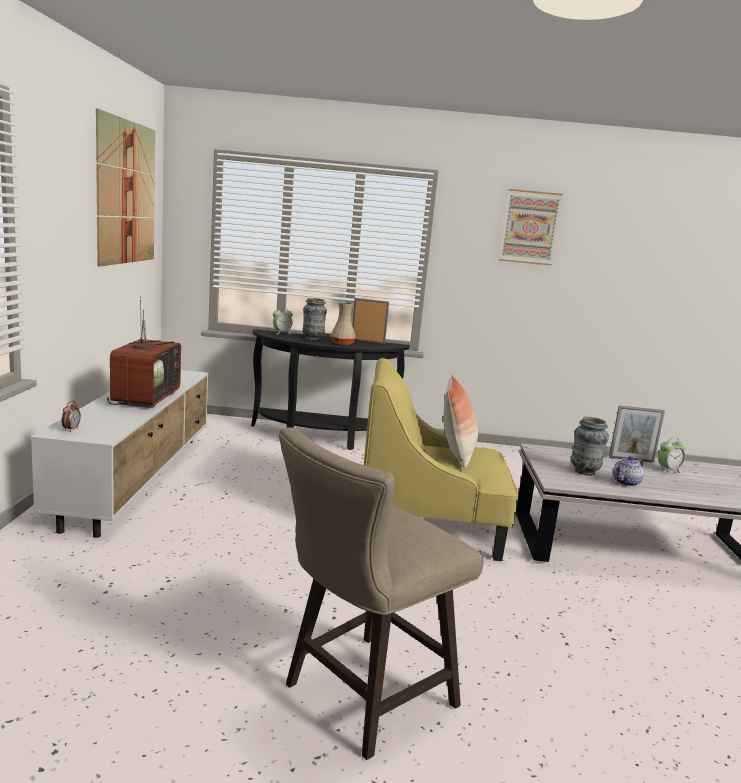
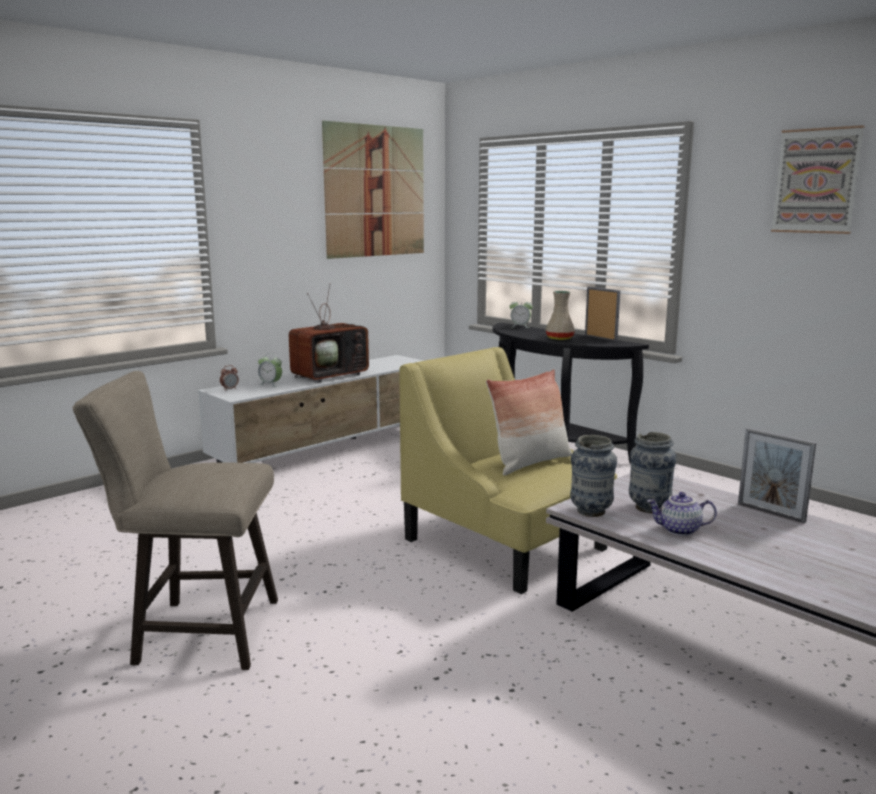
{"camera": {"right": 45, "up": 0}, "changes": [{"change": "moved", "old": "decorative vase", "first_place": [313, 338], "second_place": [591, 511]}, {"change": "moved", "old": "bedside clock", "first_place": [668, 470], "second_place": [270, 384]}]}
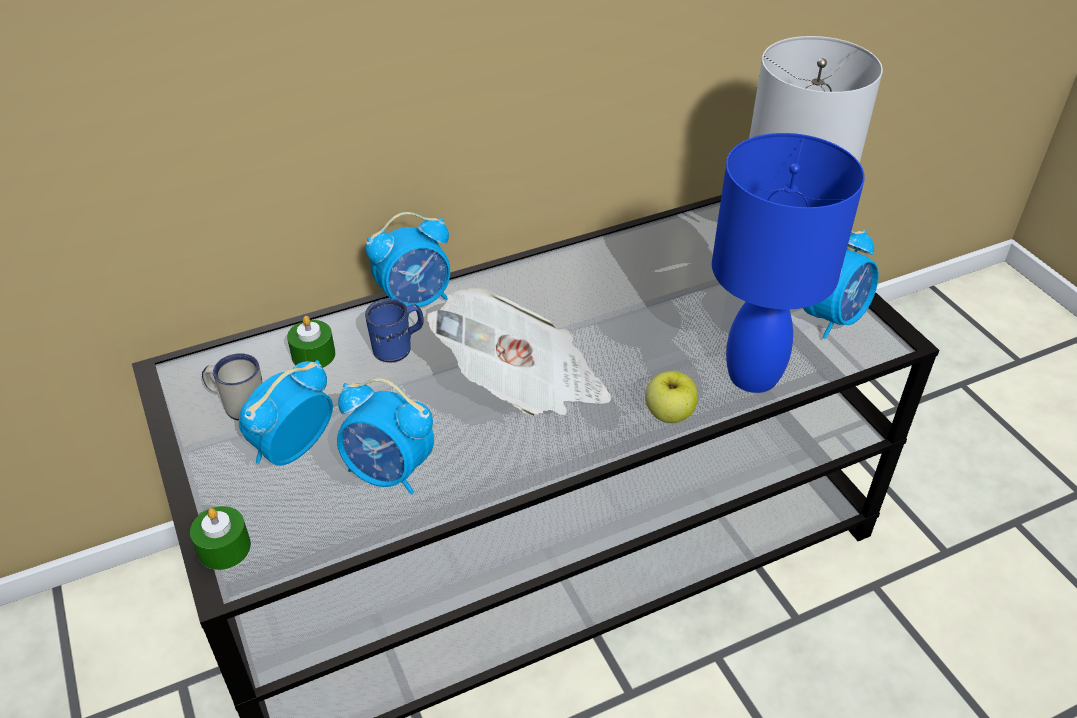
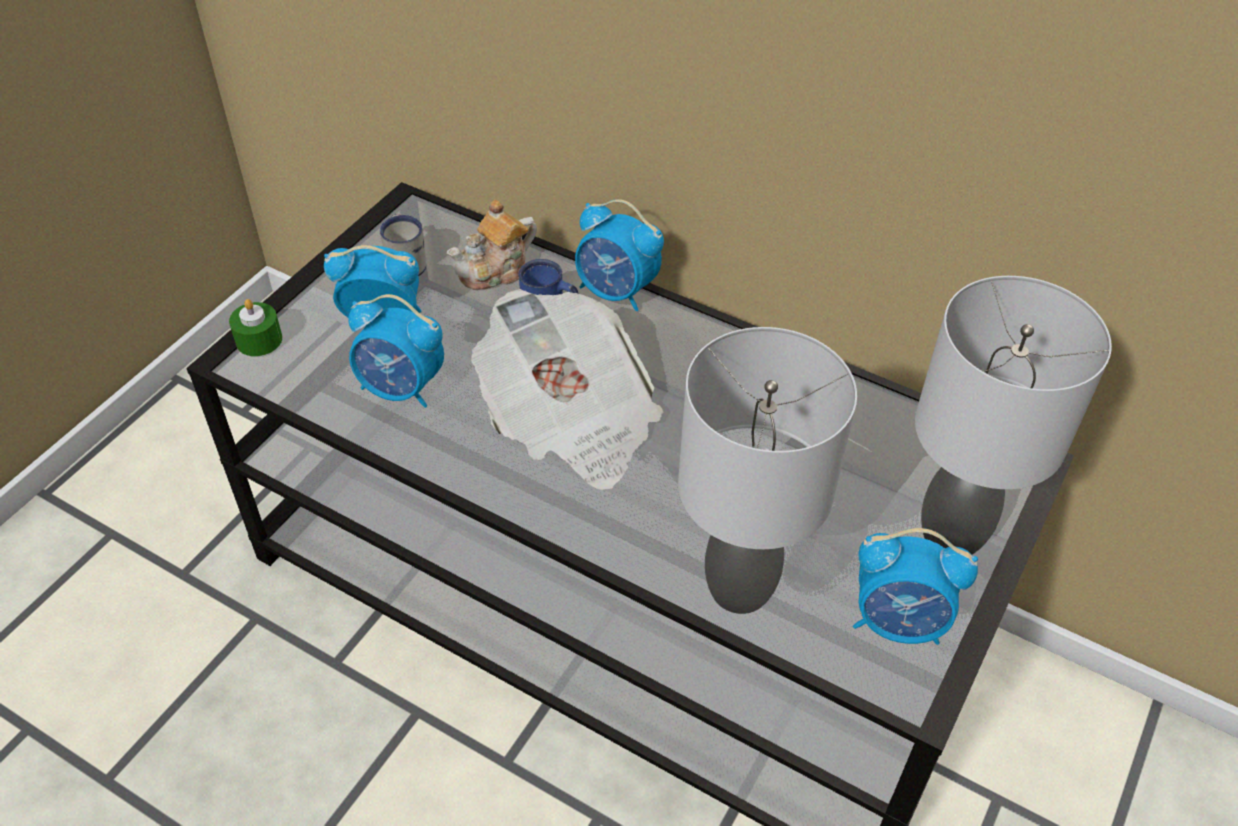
{"camera": {"right": 55, "up": 5}, "changes": [{"change": "removed", "old": "apple fruit", "first_place": [669, 413]}, {"change": "replaced", "old": "candle/green", "new": "pot for tea", "first_place": [313, 355], "second_place": [495, 270]}, {"change": "recoloured", "old": "lamp for a table/blue-coloured", "new": "lamp for a table/grey", "first_place": [754, 374], "second_place": [742, 588]}, {"change": "turned", "old": "bedside clock", "first_place": [389, 473], "second_place": [401, 389], "degrees": -60}]}
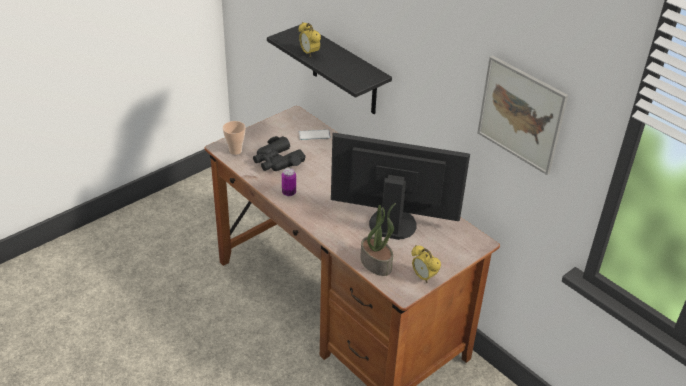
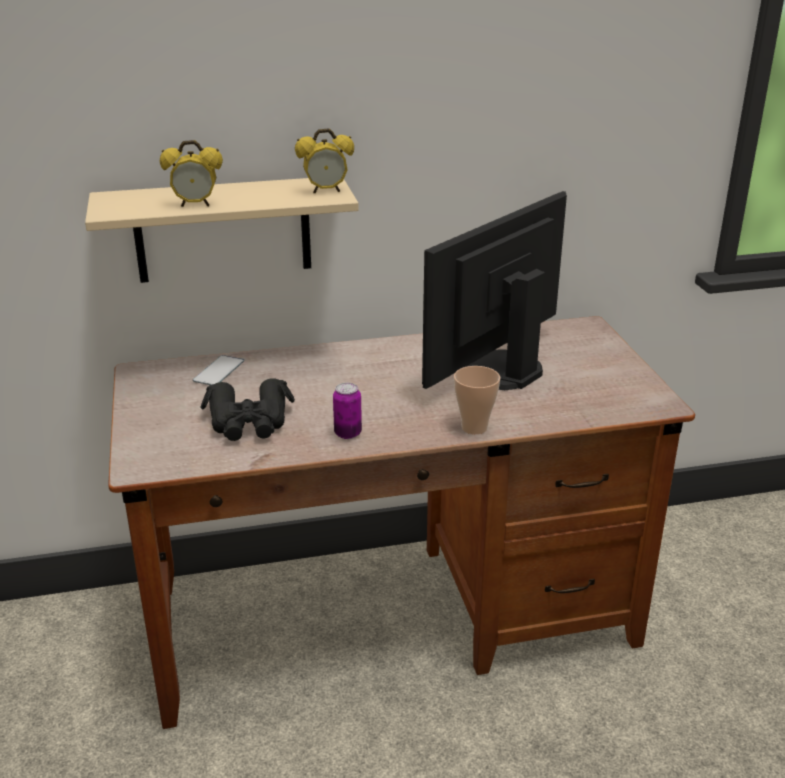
{"camera": {"right": -60, "up": -10}, "changes": [{"change": "removed", "old": "houseplant", "first_place": [376, 263]}, {"change": "removed", "old": "wall art", "first_place": [521, 114]}, {"change": "moved", "old": "drinking cup", "first_place": [235, 151], "second_place": [474, 427]}, {"change": "moved", "old": "bedside clock", "first_place": [423, 277], "second_place": [326, 191]}, {"change": "recoloured", "old": "shelf/black", "new": "shelf/sand-coloured", "first_place": [344, 71], "second_place": [223, 230]}]}
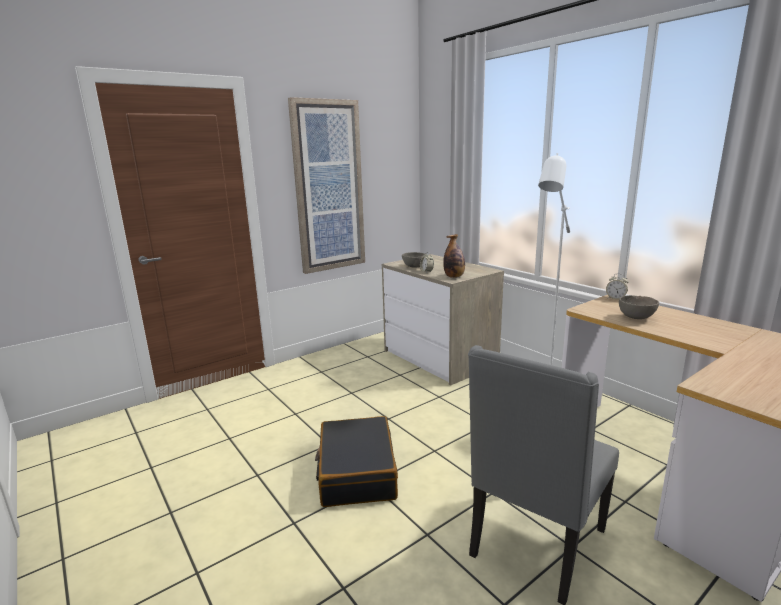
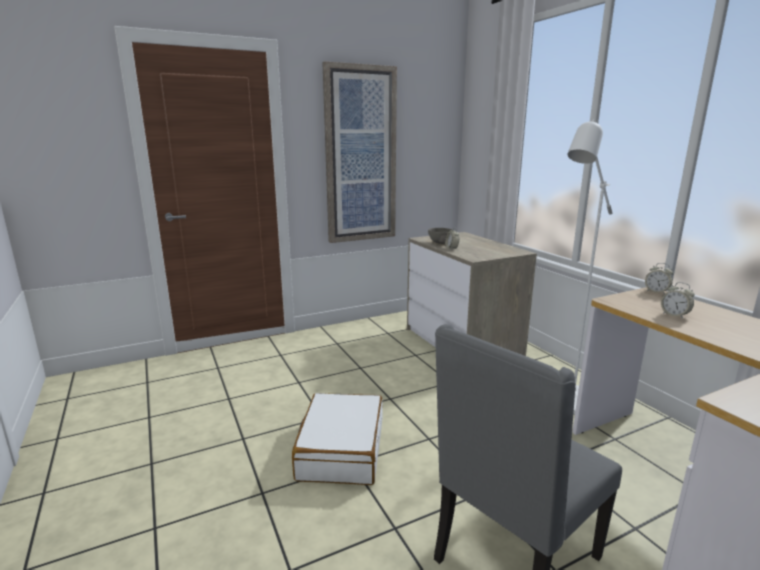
{"camera": {"right": 10, "up": 0}, "changes": [{"change": "removed", "old": "bottle", "first_place": [454, 277]}, {"change": "replaced", "old": "deep dish/grey", "new": "bedside clock", "first_place": [637, 318], "second_place": [674, 315]}, {"change": "recoloured", "old": "travel case/black", "new": "travel case/white-coloured", "first_place": [356, 472], "second_place": [341, 450]}]}
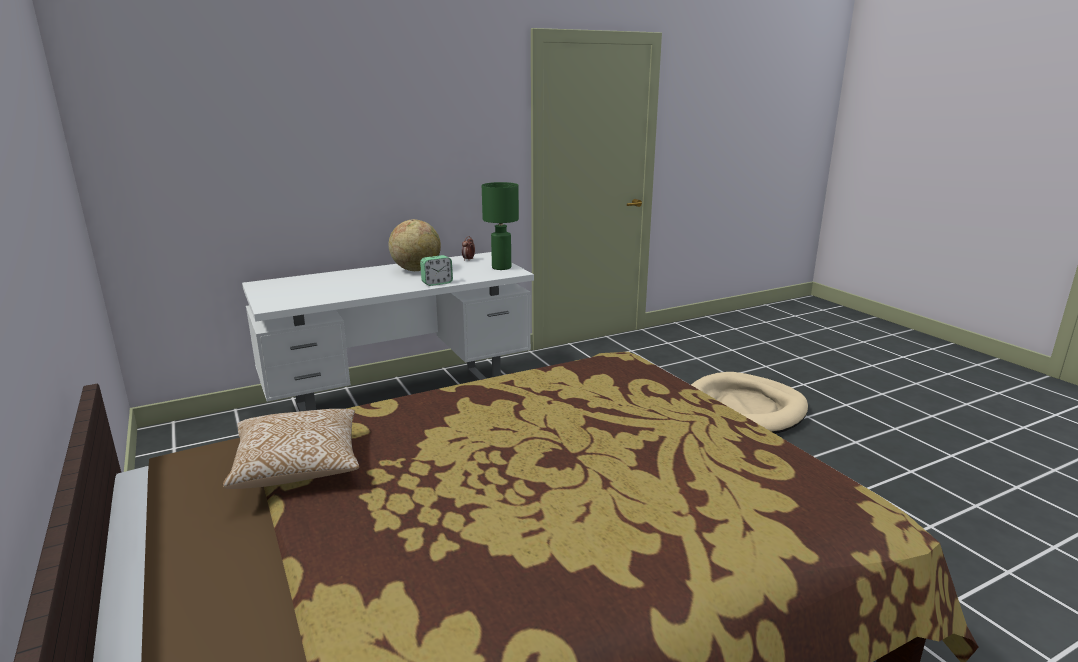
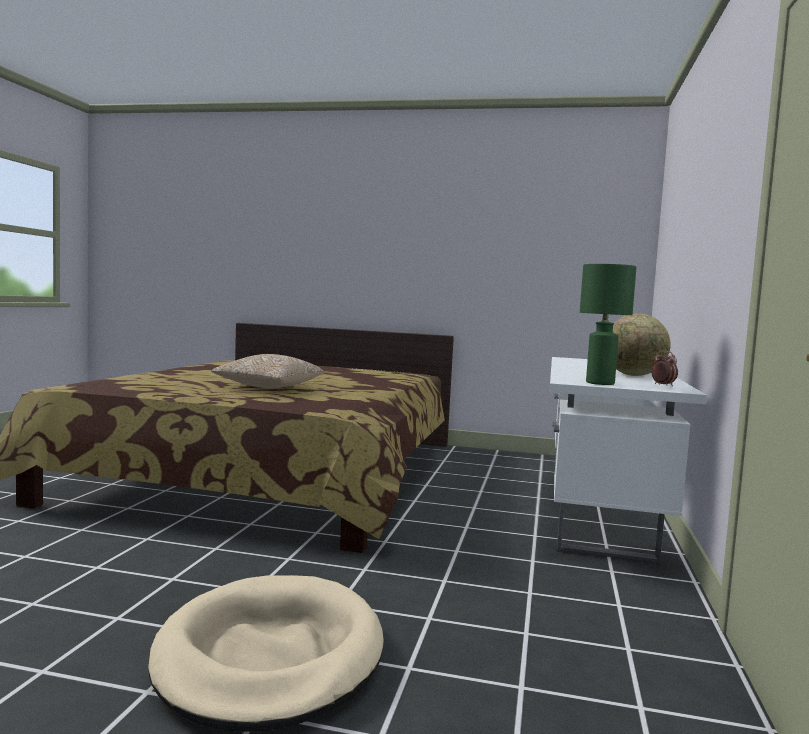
{"camera": {"right": 130, "up": -15}, "changes": [{"change": "removed", "old": "bedside clock", "first_place": [437, 283]}, {"change": "moved", "old": "cushion", "first_place": [298, 466], "second_place": [268, 387]}]}
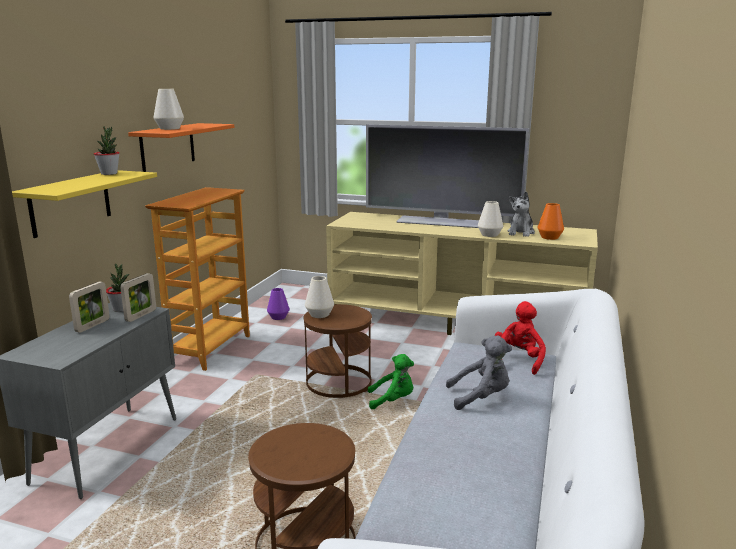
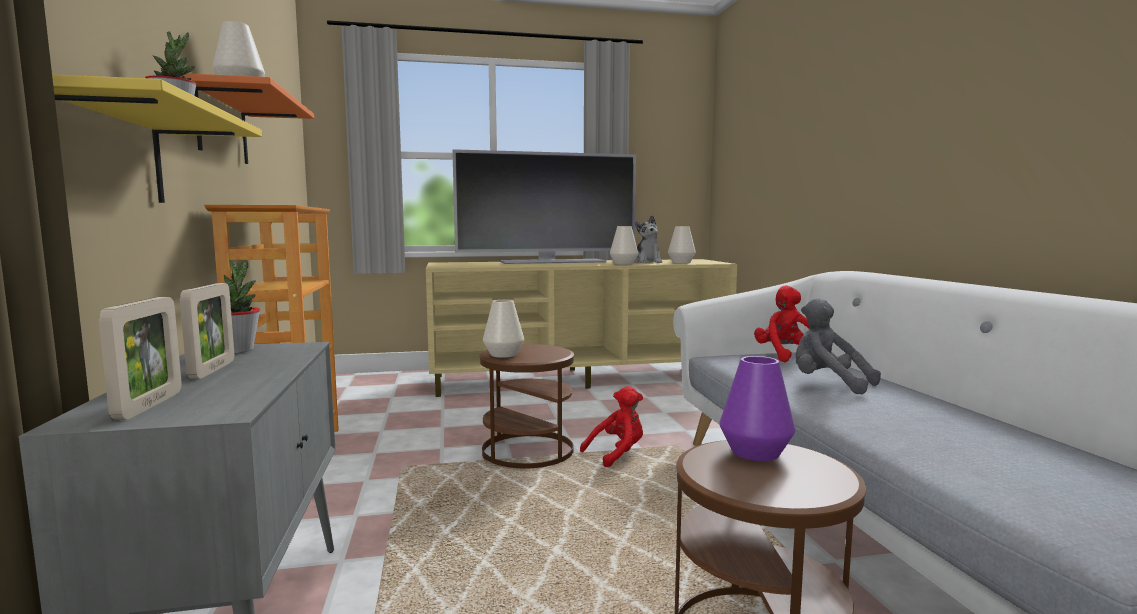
{"camera": {"right": -30, "up": -10}, "changes": [{"change": "moved", "old": "picture frame", "first_place": [141, 315], "second_place": [149, 405]}, {"change": "moved", "old": "decorative vase/purple-coloured", "first_place": [278, 317], "second_place": [755, 452]}, {"change": "recoloured", "old": "plush toy/green", "new": "plush toy/red-coloured", "first_place": [393, 400], "second_place": [617, 454]}, {"change": "recoloured", "old": "decorative vase/orange-coloured", "new": "decorative vase/white-coloured", "first_place": [549, 237], "second_place": [681, 262]}, {"change": "turned", "old": "plush toy/grey", "first_place": [481, 397], "second_place": [827, 384], "degrees": -105}]}
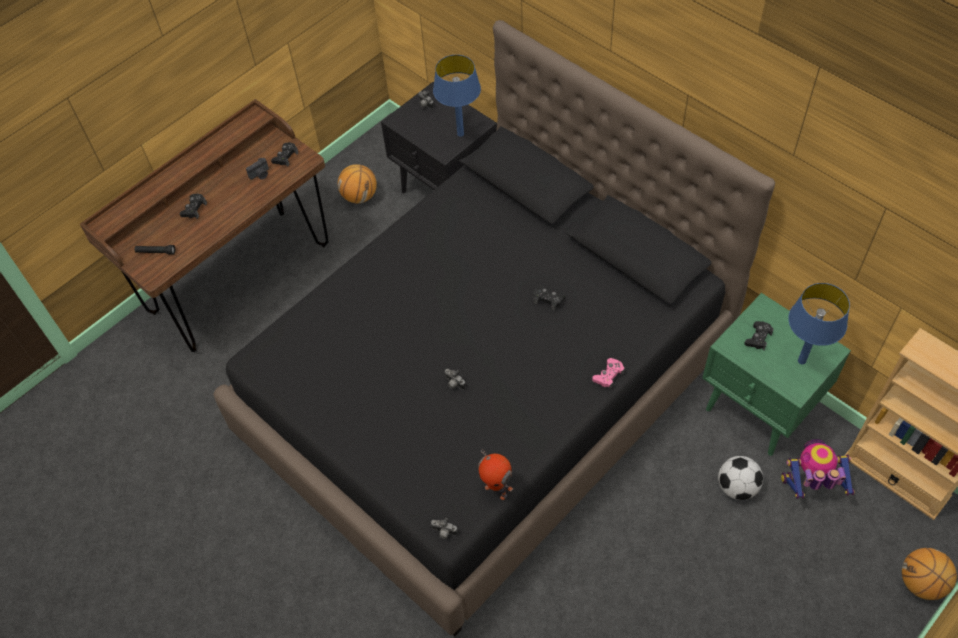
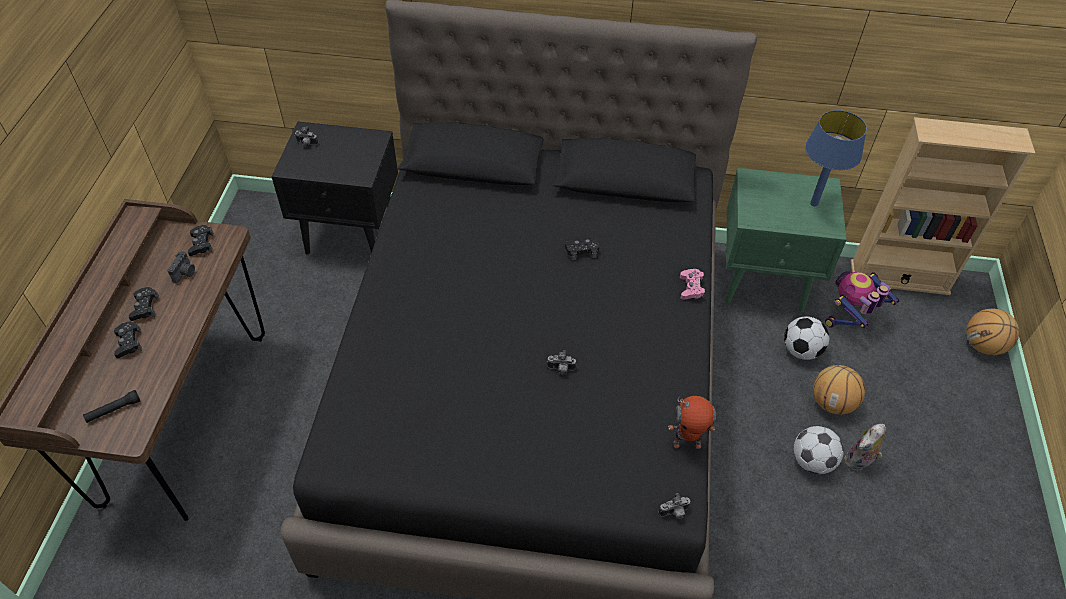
{"camera": {"right": -40, "up": -5}, "changes": [{"change": "removed", "old": "lamp for a table/blue-coloured", "first_place": [460, 134]}, {"change": "added", "new": "football ball", "second_place": [812, 461]}, {"change": "added", "new": "plush toy", "second_place": [859, 462]}, {"change": "moved", "old": "ball for basketball", "first_place": [360, 196], "second_place": [832, 402]}, {"change": "moved", "old": "gamepad/black", "first_place": [758, 338], "second_place": [144, 307]}]}
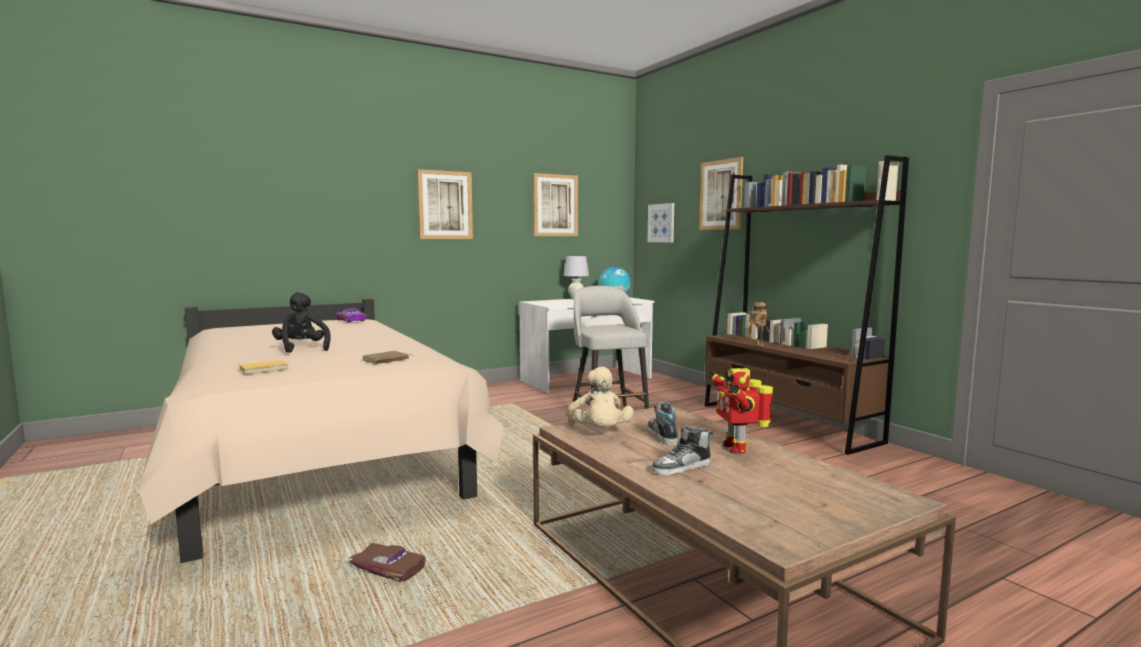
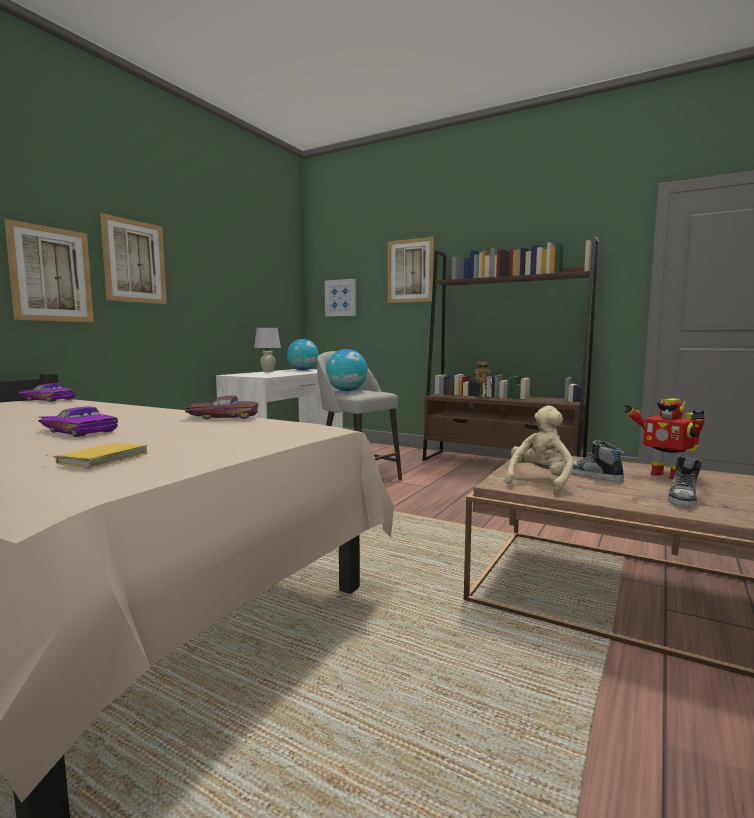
{"camera": {"right": -30, "up": 0}, "changes": [{"change": "removed", "old": "volume/brown-coloured", "first_place": [386, 360]}, {"change": "added", "new": "world globe", "second_place": [346, 391]}, {"change": "moved", "old": "miniature car/brown-coloured", "first_place": [389, 568], "second_place": [223, 416]}, {"change": "moved", "old": "wall art", "first_place": [555, 205], "second_place": [51, 274]}, {"change": "replaced", "old": "plush toy/black", "new": "miniature car/purple-coloured", "first_place": [302, 349], "second_place": [81, 431]}, {"change": "turned", "old": "plush toy/sand-coloured", "first_place": [600, 433], "second_place": [540, 482], "degrees": -105}]}
